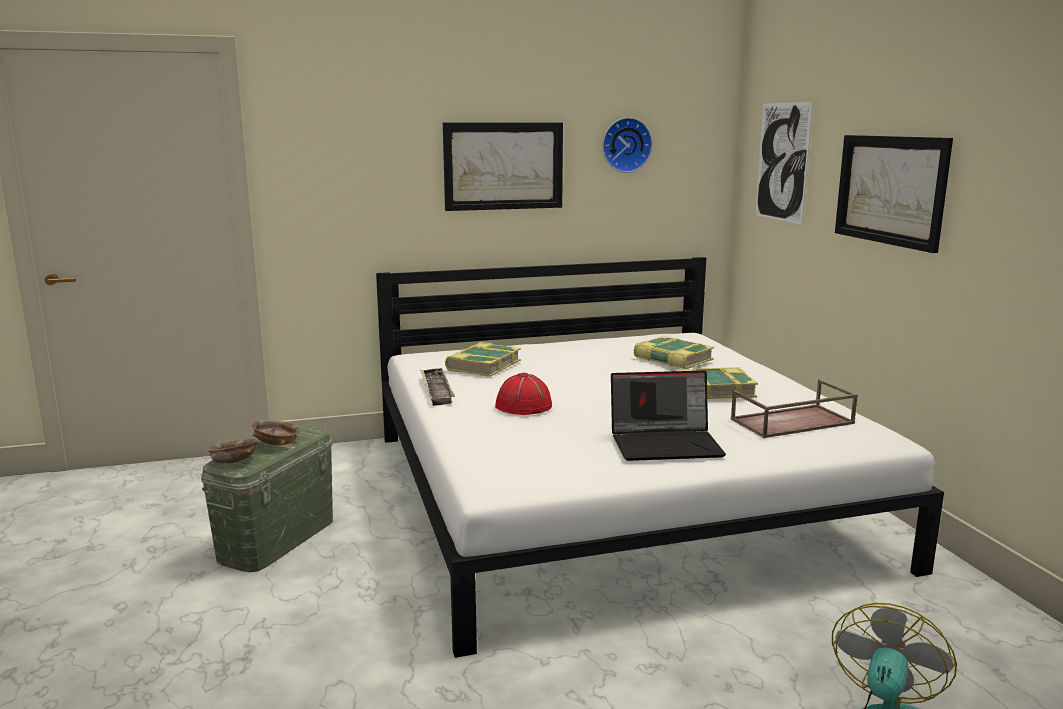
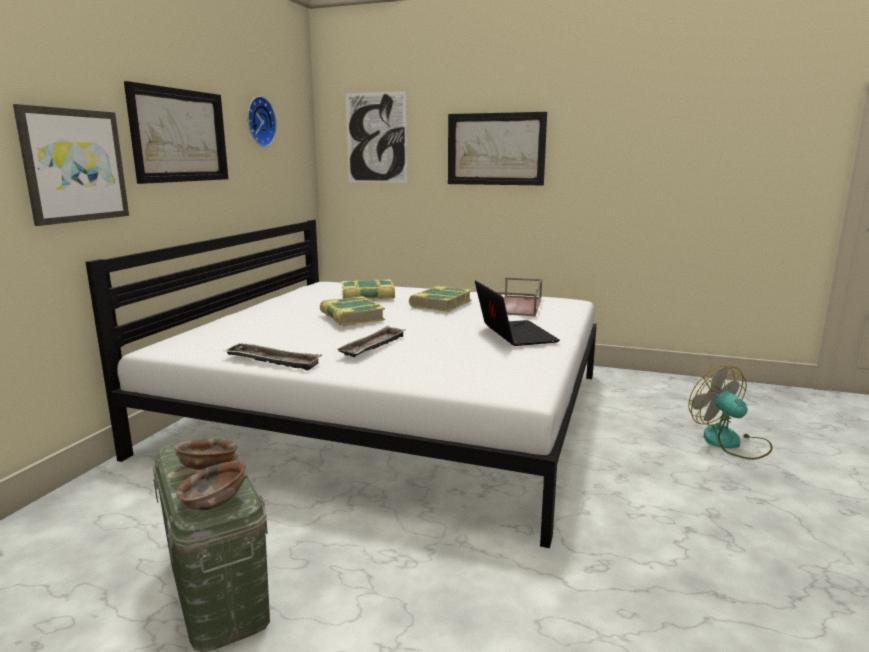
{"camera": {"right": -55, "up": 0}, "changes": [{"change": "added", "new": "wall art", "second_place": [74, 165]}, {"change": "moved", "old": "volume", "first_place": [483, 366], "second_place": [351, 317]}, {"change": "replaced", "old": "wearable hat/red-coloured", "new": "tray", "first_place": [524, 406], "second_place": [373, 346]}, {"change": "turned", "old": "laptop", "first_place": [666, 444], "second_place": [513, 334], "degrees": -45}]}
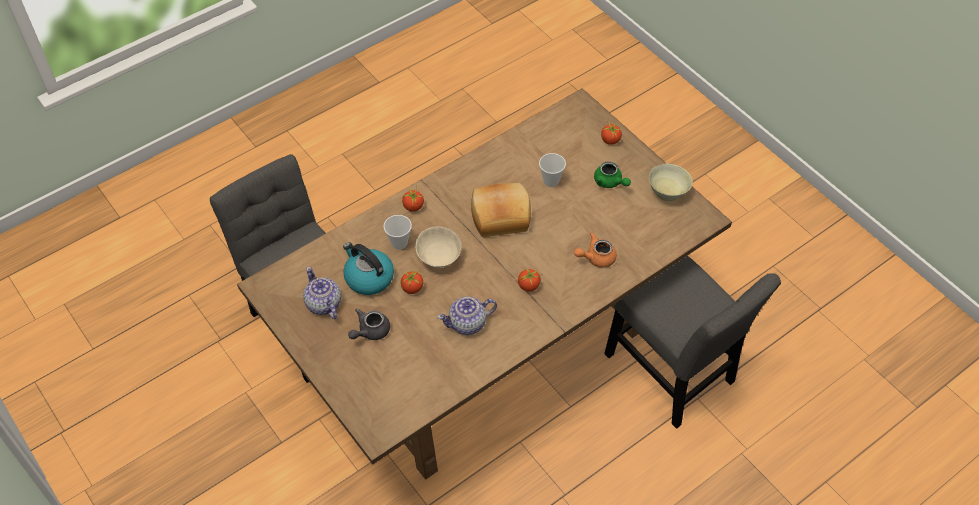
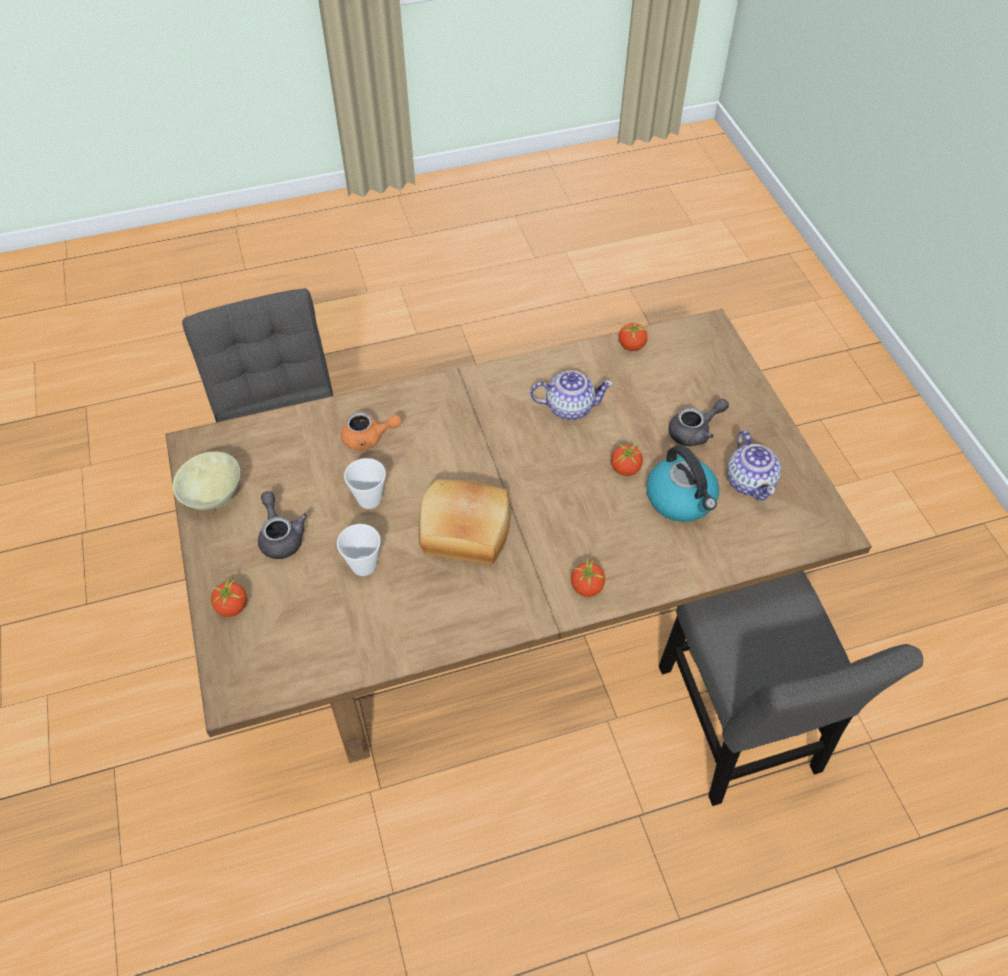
{"camera": {"right": -160, "up": 0}, "changes": [{"change": "removed", "old": "deep dish/sand-coloured", "first_place": [438, 259]}, {"change": "moved", "old": "drinking cup", "first_place": [399, 243], "second_place": [369, 499]}, {"change": "moved", "old": "whole tomato", "first_place": [529, 285], "second_place": [631, 346]}, {"change": "recoloured", "old": "pot for tea/green", "new": "pot for tea/grey", "first_place": [610, 182], "second_place": [281, 536]}]}
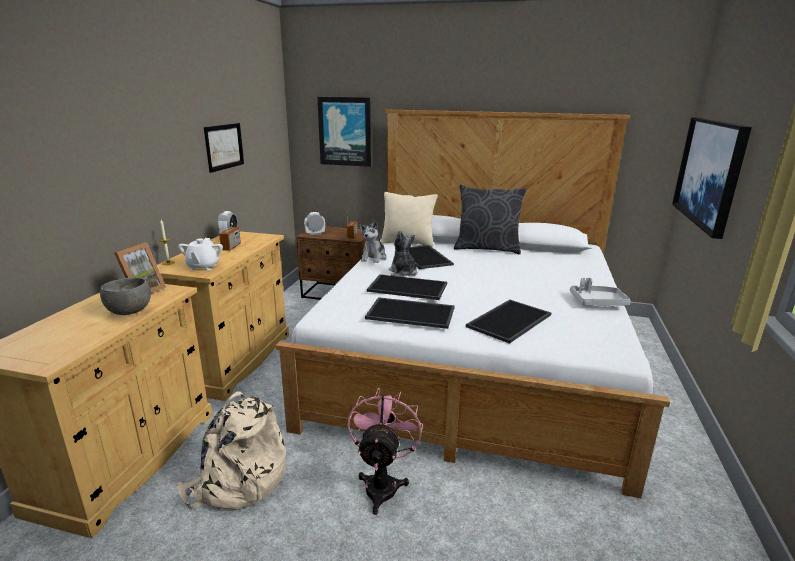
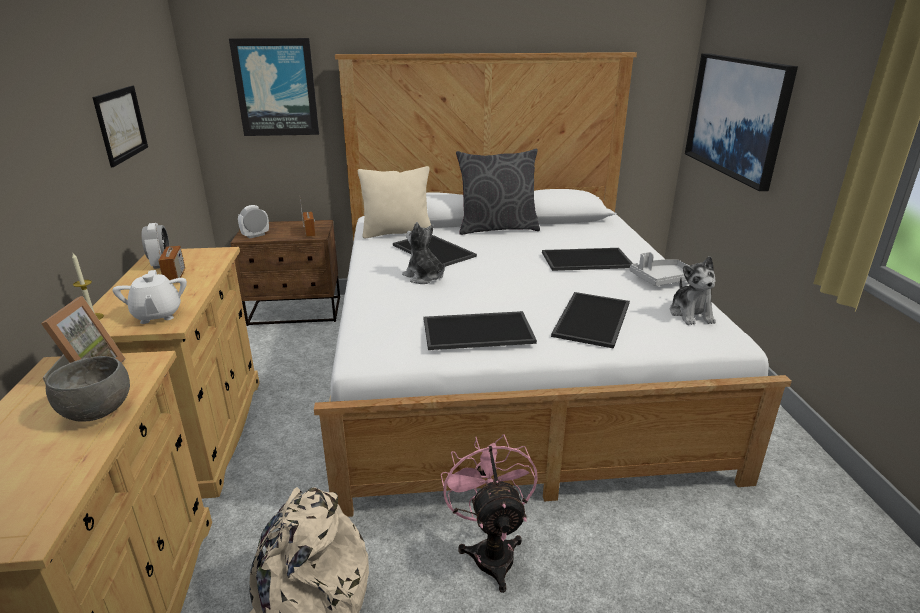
{"camera": {"right": -20, "up": 5}, "changes": [{"change": "moved", "old": "plush toy", "first_place": [373, 258], "second_place": [691, 314]}, {"change": "moved", "old": "tray", "first_place": [406, 288], "second_place": [586, 260]}]}
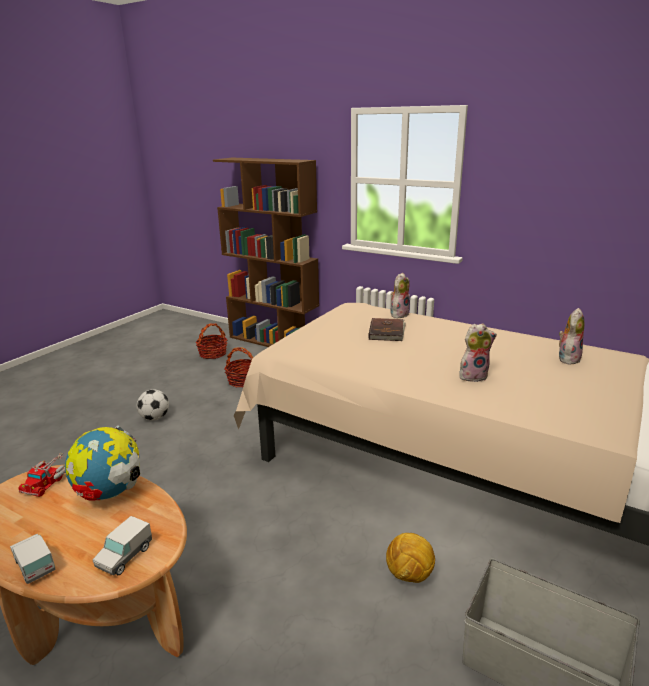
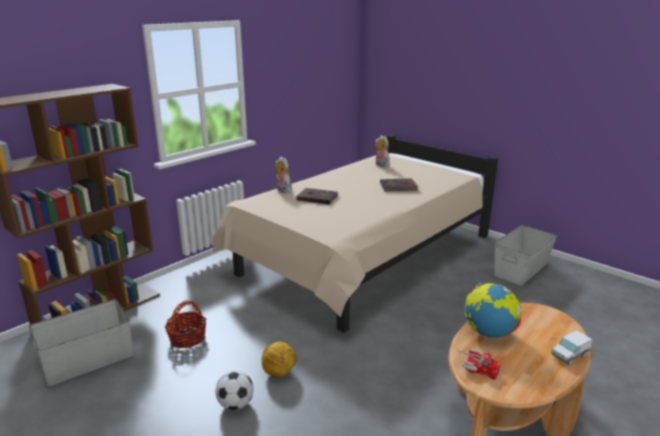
{"camera": {"right": -80, "up": 0}, "changes": [{"change": "removed", "old": "toy lorry", "first_place": [125, 557]}, {"change": "moved", "old": "football ball", "first_place": [409, 575], "second_place": [279, 373]}, {"change": "replaced", "old": "household basket", "new": "storage bin/grey", "first_place": [212, 354], "second_place": [88, 360]}, {"change": "replaced", "old": "plush toy", "new": "volume/brown-coloured", "first_place": [473, 376], "second_place": [398, 187]}]}
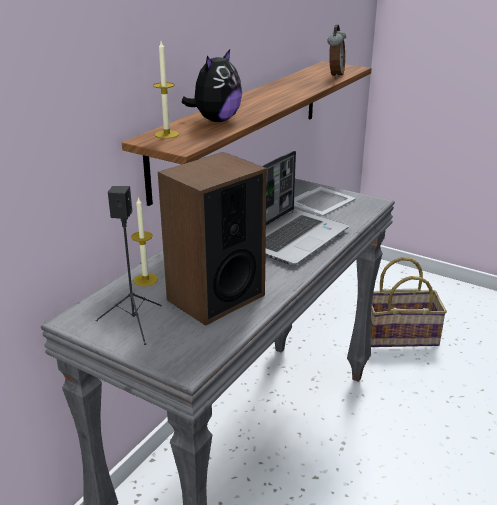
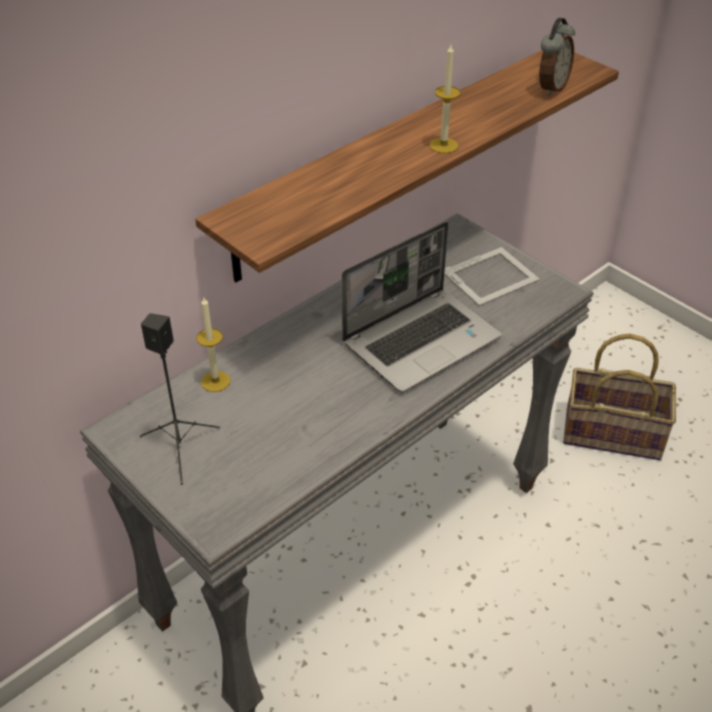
{"camera": {"right": 15, "up": 15}, "changes": [{"change": "removed", "old": "speaker", "first_place": [215, 297]}, {"change": "removed", "old": "plush toy", "first_place": [216, 120]}, {"change": "moved", "old": "candle", "first_place": [166, 134], "second_place": [443, 145]}]}
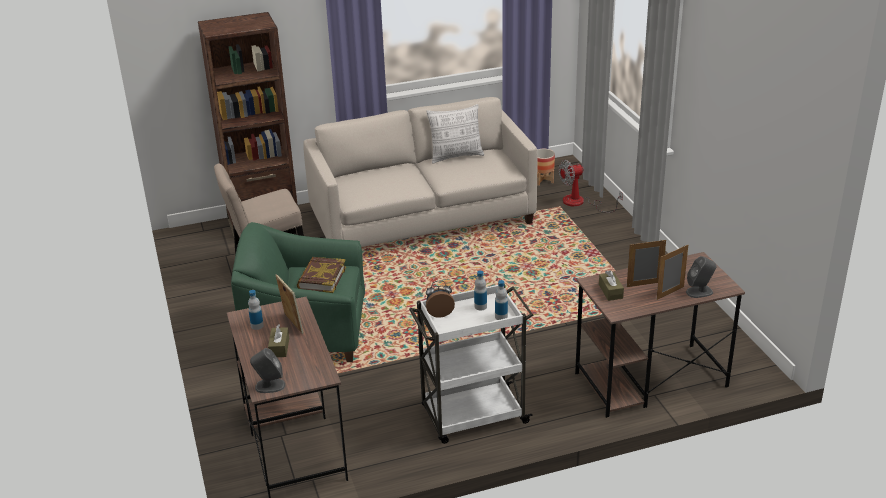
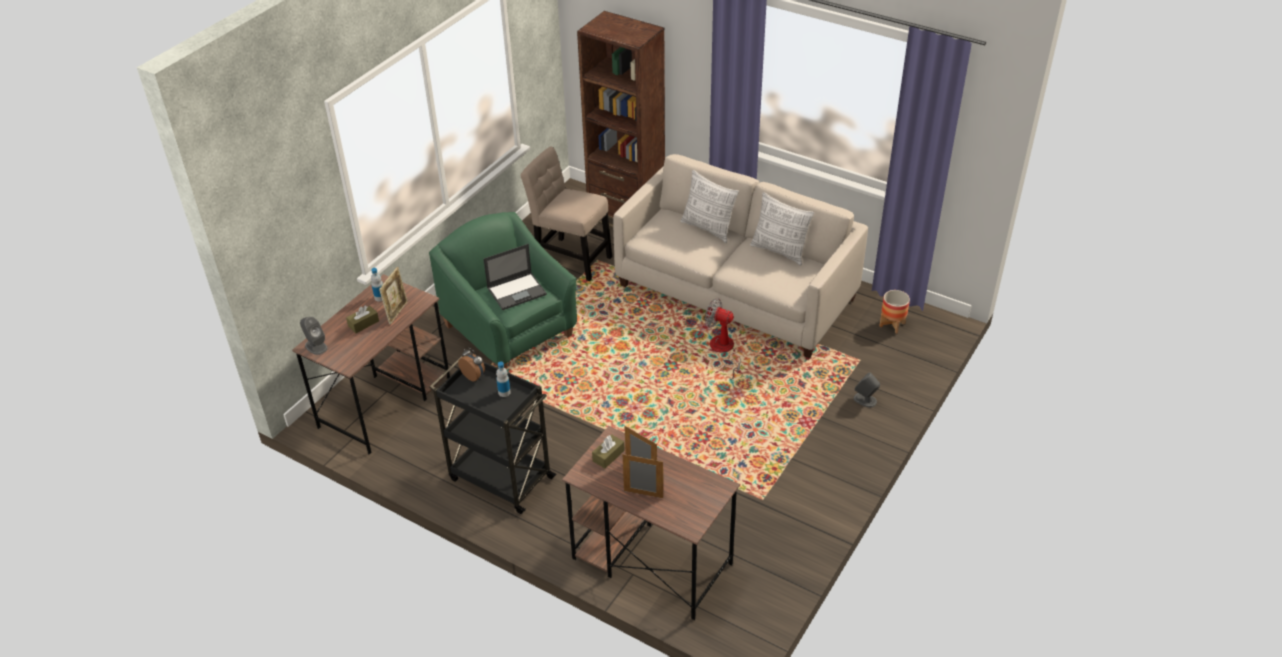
{"camera": {"right": 50, "up": 10}, "changes": [{"change": "removed", "old": "bottle", "first_place": [501, 316]}, {"change": "added", "new": "cushion", "second_place": [708, 228]}, {"change": "moved", "old": "fan", "first_place": [580, 203], "second_place": [724, 351]}, {"change": "moved", "old": "speaker/grey", "first_place": [699, 292], "second_place": [865, 400]}, {"change": "replaced", "old": "volume", "new": "laptop", "first_place": [321, 278], "second_place": [517, 291]}, {"change": "recoloured", "old": "wheeled cart/white-coloured", "new": "wheeled cart/black", "first_place": [472, 416], "second_place": [499, 477]}]}
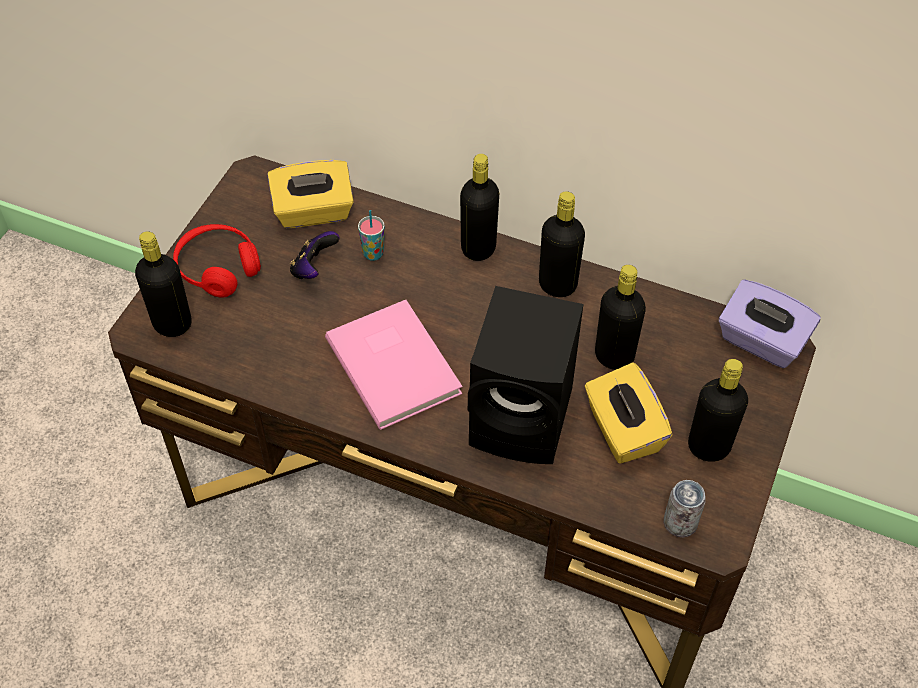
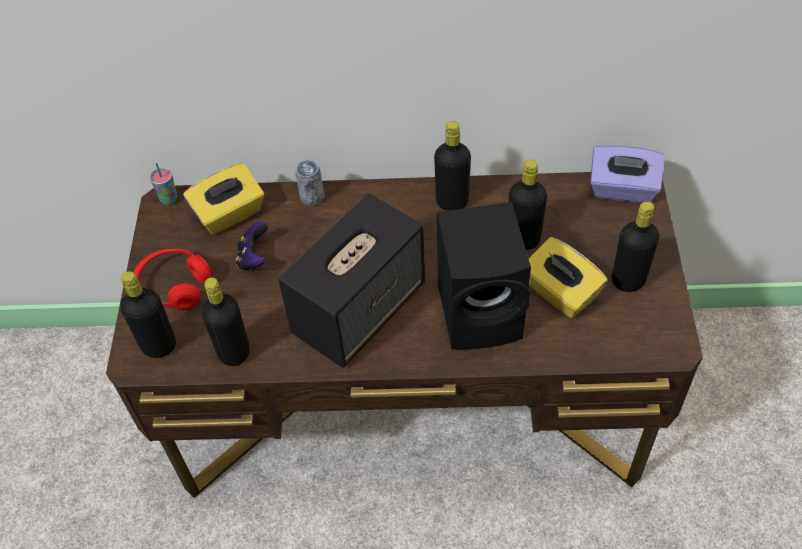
{"camera": {"right": -20, "up": 0}, "changes": [{"change": "moved", "old": "drinking cup", "first_place": [373, 254], "second_place": [169, 199]}, {"change": "moved", "old": "bottle/black", "first_place": [478, 248], "second_place": [234, 352]}, {"change": "moved", "old": "metal can", "first_place": [680, 523], "second_place": [312, 197]}, {"change": "replaced", "old": "volume/pink-coloured", "new": "speaker", "first_place": [395, 363], "second_place": [360, 308]}]}
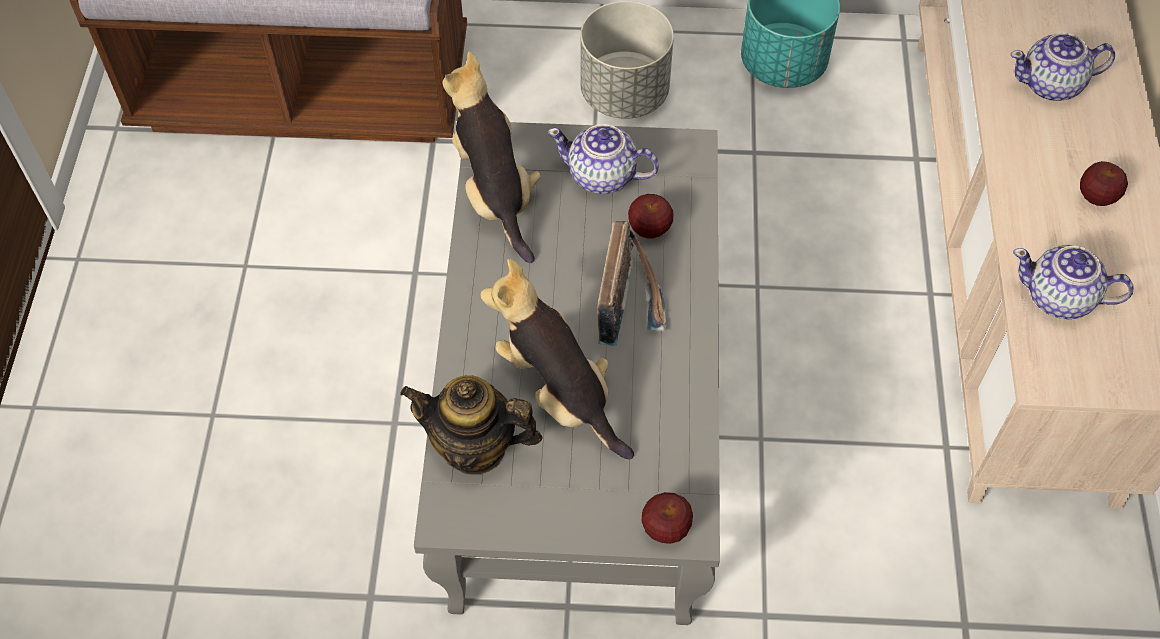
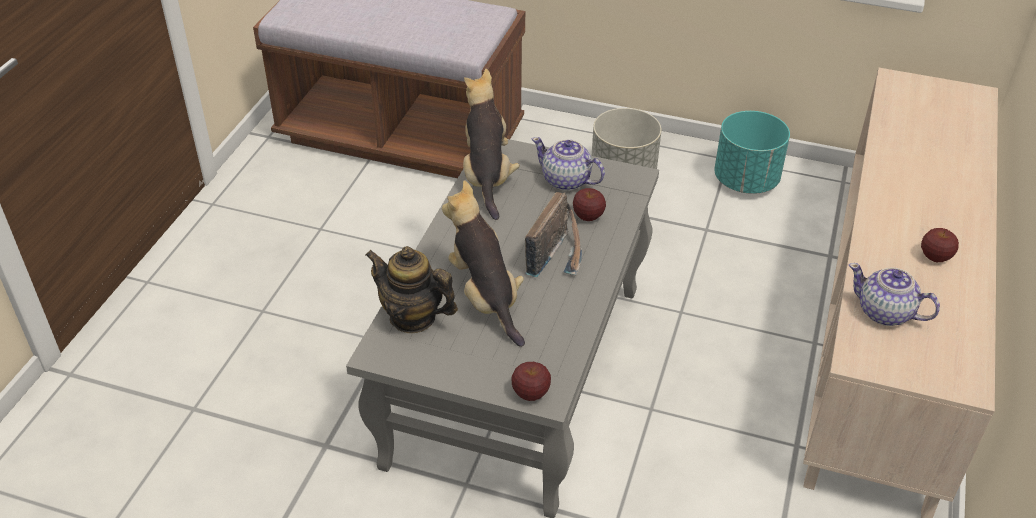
{"camera": {"right": 15, "up": -15}, "changes": [{"change": "removed", "old": "pot for tea", "first_place": [1052, 85]}]}
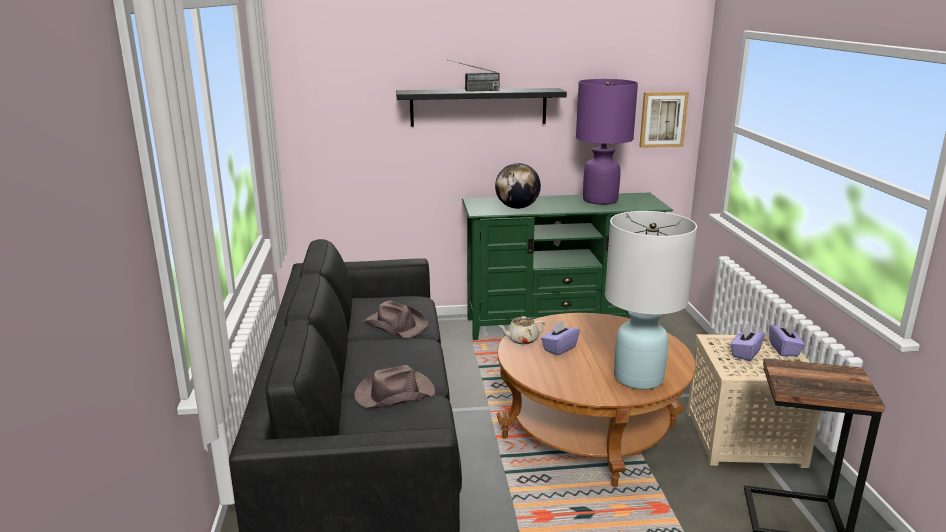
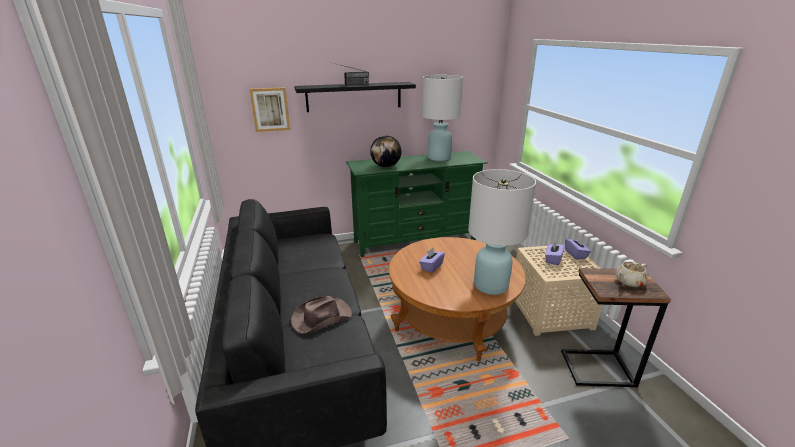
{"camera": {"right": -10, "up": 5}, "changes": [{"change": "removed", "old": "wearable hat/brown-coloured", "first_place": [396, 325]}, {"change": "moved", "old": "pot for tea/sand-coloured", "first_place": [521, 339], "second_place": [629, 282]}, {"change": "moved", "old": "wall art", "first_place": [663, 119], "second_place": [270, 109]}, {"change": "recoloured", "old": "lamp for a table/purple-coloured", "new": "lamp for a table/white-coloured", "first_place": [599, 200], "second_place": [438, 158]}]}
